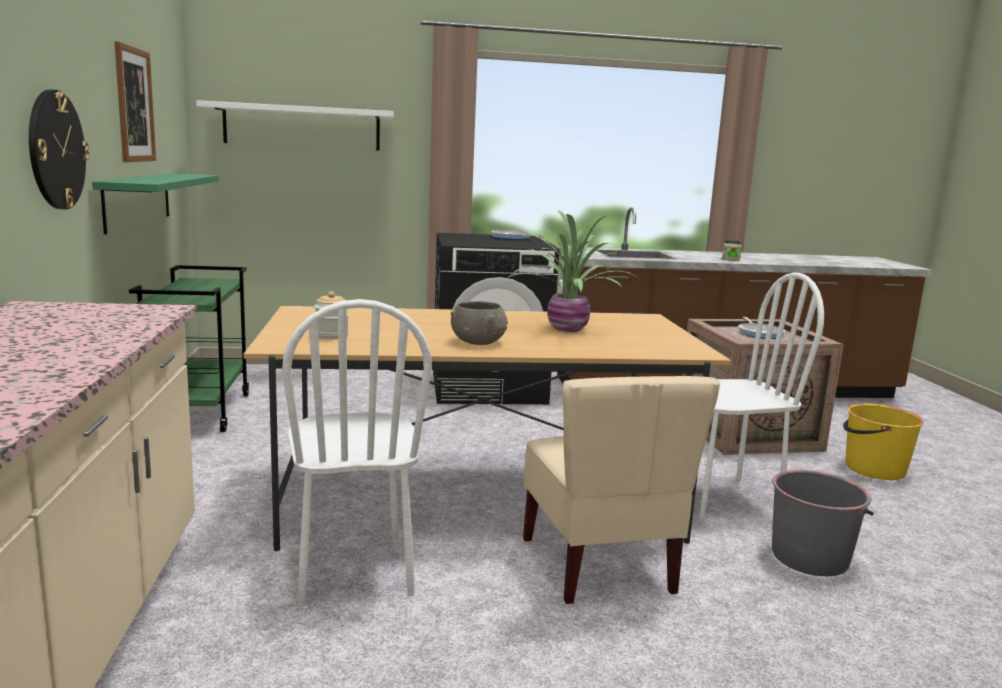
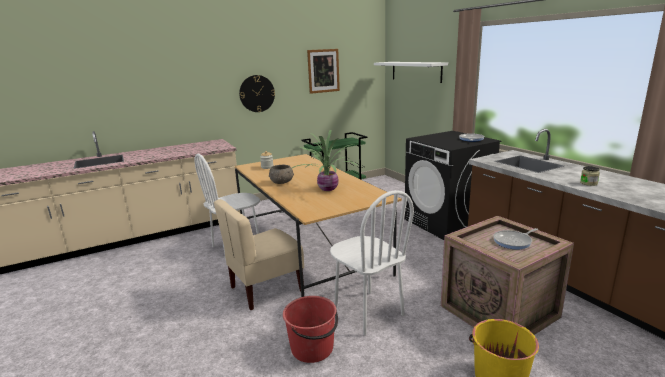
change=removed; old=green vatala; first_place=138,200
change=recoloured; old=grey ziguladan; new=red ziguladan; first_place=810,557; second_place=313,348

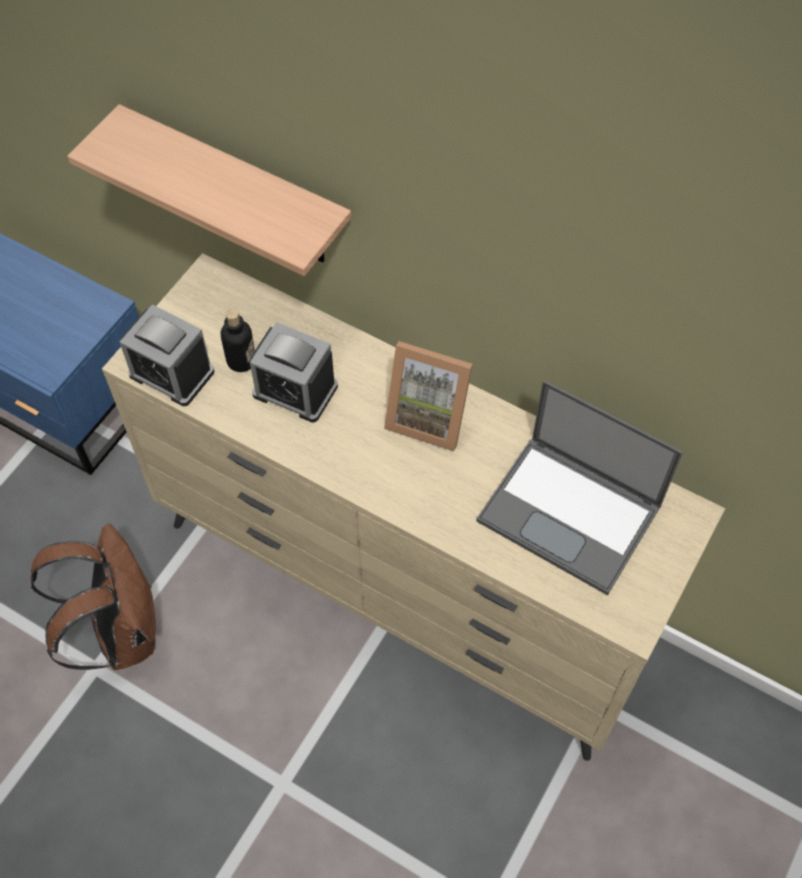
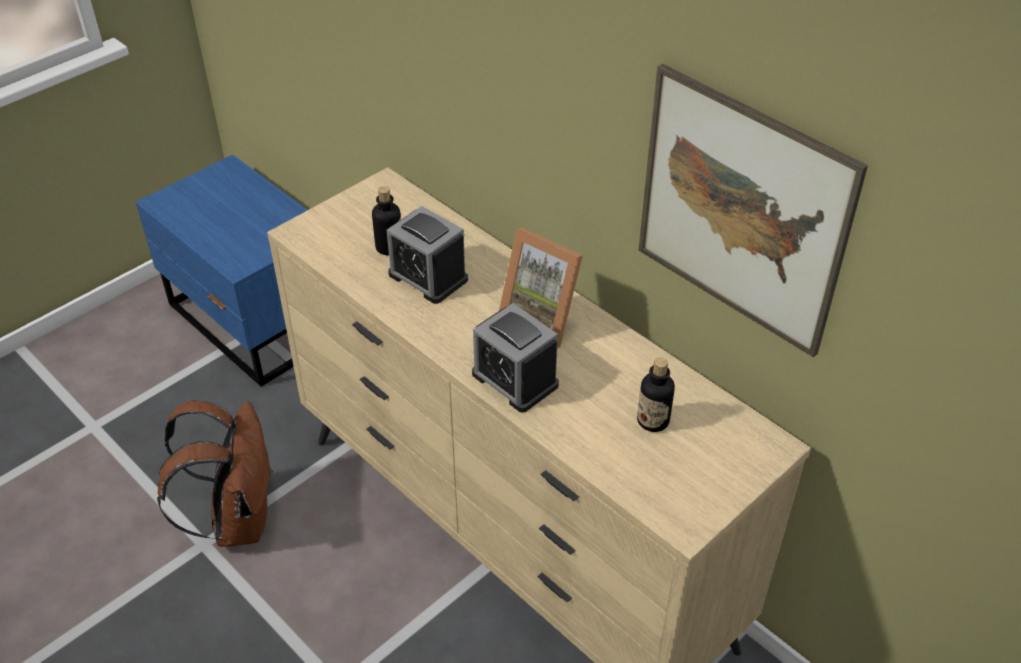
change=removed; old=vatala; first_place=237,189
change=added; new=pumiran; second_place=741,211
change=moved; old=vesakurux; first_place=171,373; second_place=515,379
change=replaced; old=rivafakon; new=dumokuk; first_place=571,514; second_place=653,421

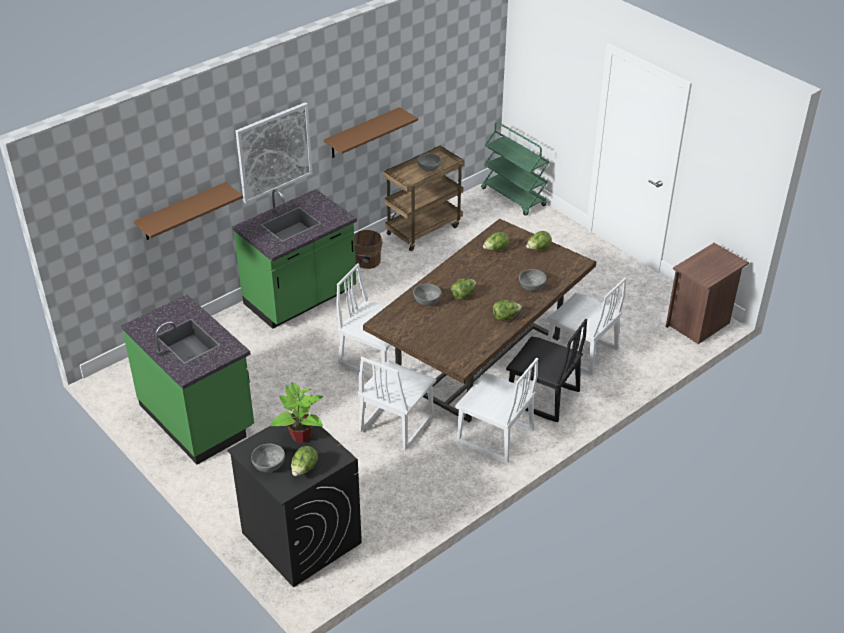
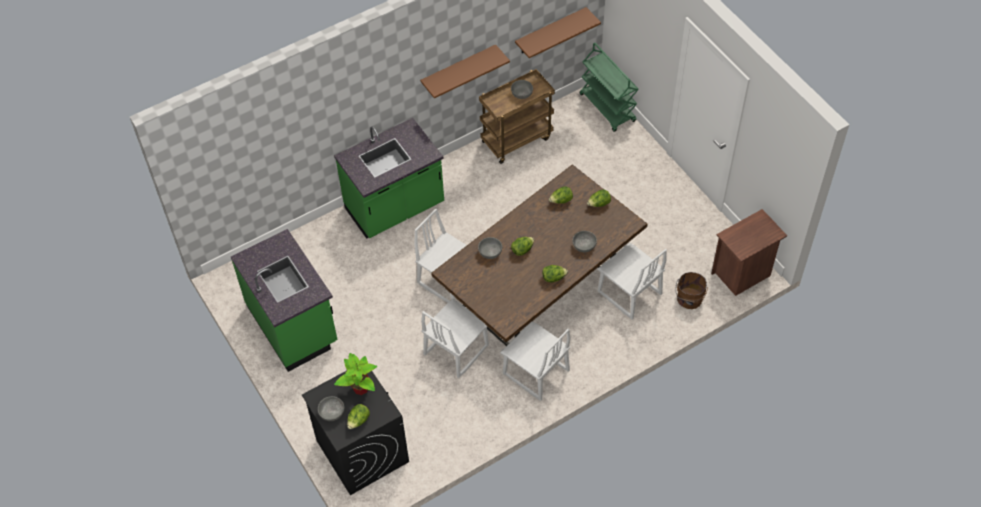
change=removed; old=pumiran; first_place=274,152
change=removed; old=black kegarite; first_place=542,398
change=moved; old=brown vatala; first_place=182,212; second_place=550,31
change=moved; old=brown ziguladan; first_place=367,261; second_place=689,299

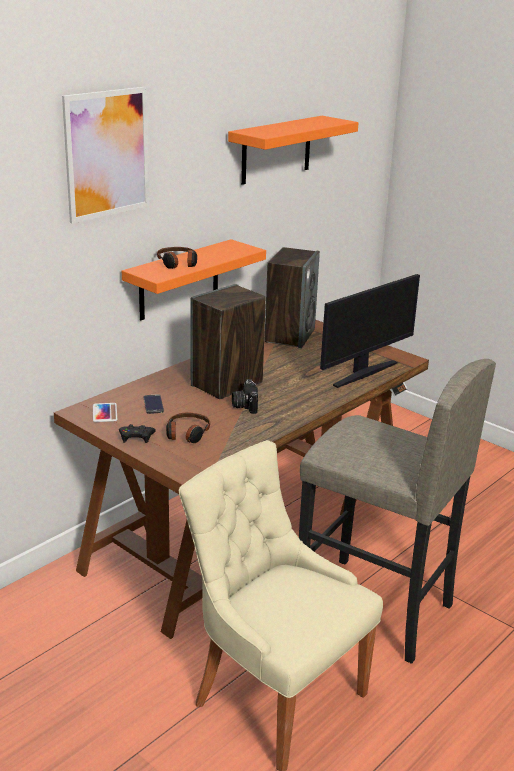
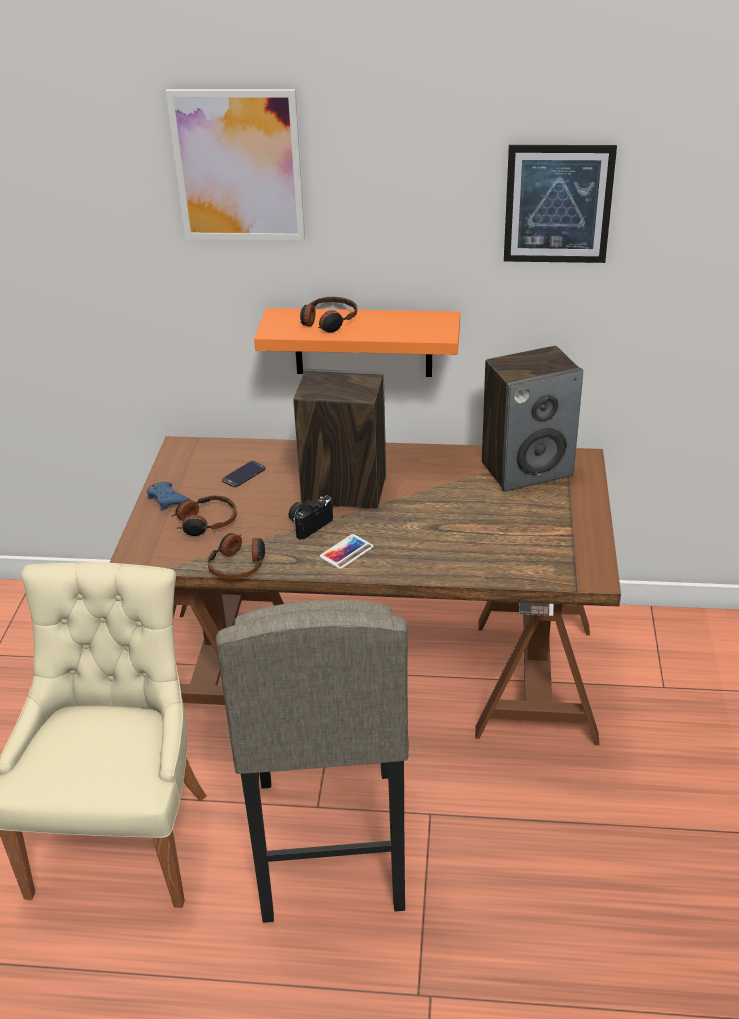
change=removed; old=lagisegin; first_place=363,373
change=added; new=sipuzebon; second_place=239,564
change=moved; old=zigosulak; first_place=104,413; second_place=346,552
change=replaced; old=orange vatala; new=pumiran; first_place=276,150; second_place=558,204
change=recoloured; old=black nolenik; new=blue nolenik; first_place=136,437; second_place=167,499

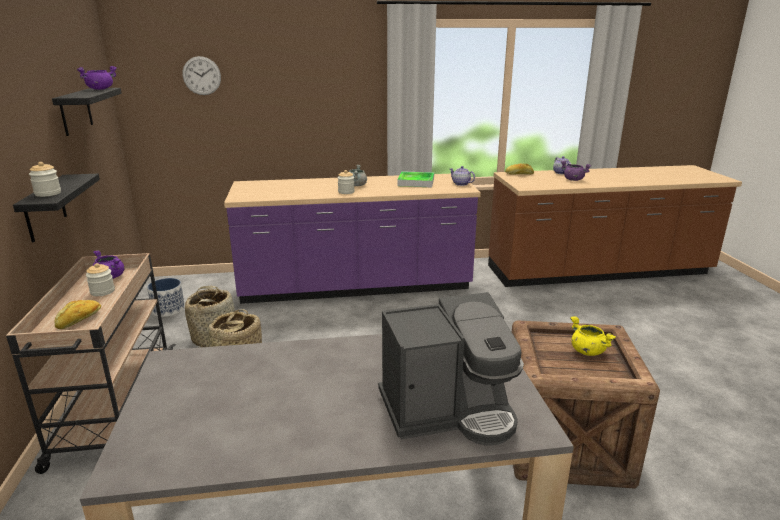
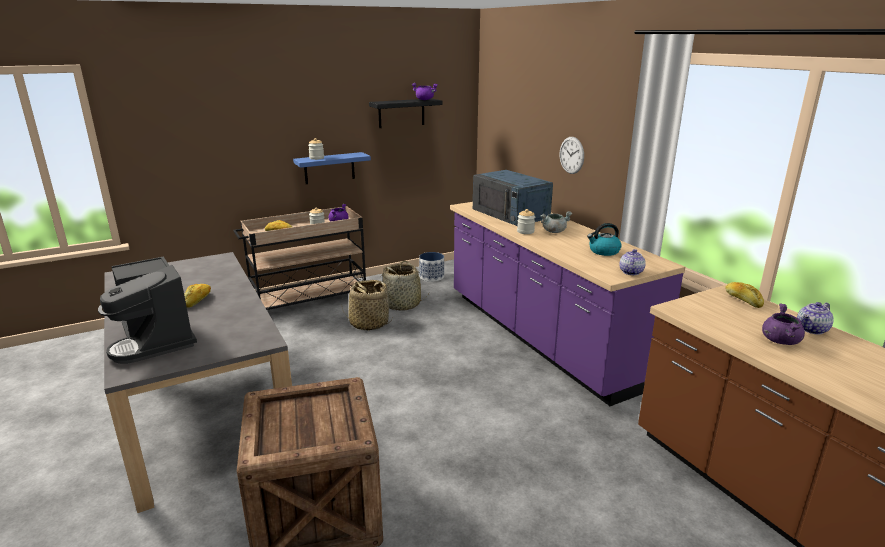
change=removed; old=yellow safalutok; first_place=587,351
change=added; new=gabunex; second_place=198,300
change=added; new=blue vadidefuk; second_place=511,213
change=moved; old=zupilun; first_place=201,76; second_place=571,155
change=replaced; old=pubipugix; new=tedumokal; first_place=416,182; second_place=603,251
change=recoloured; old=black vatala; new=blue vatala; first_place=44,208; second_place=329,168

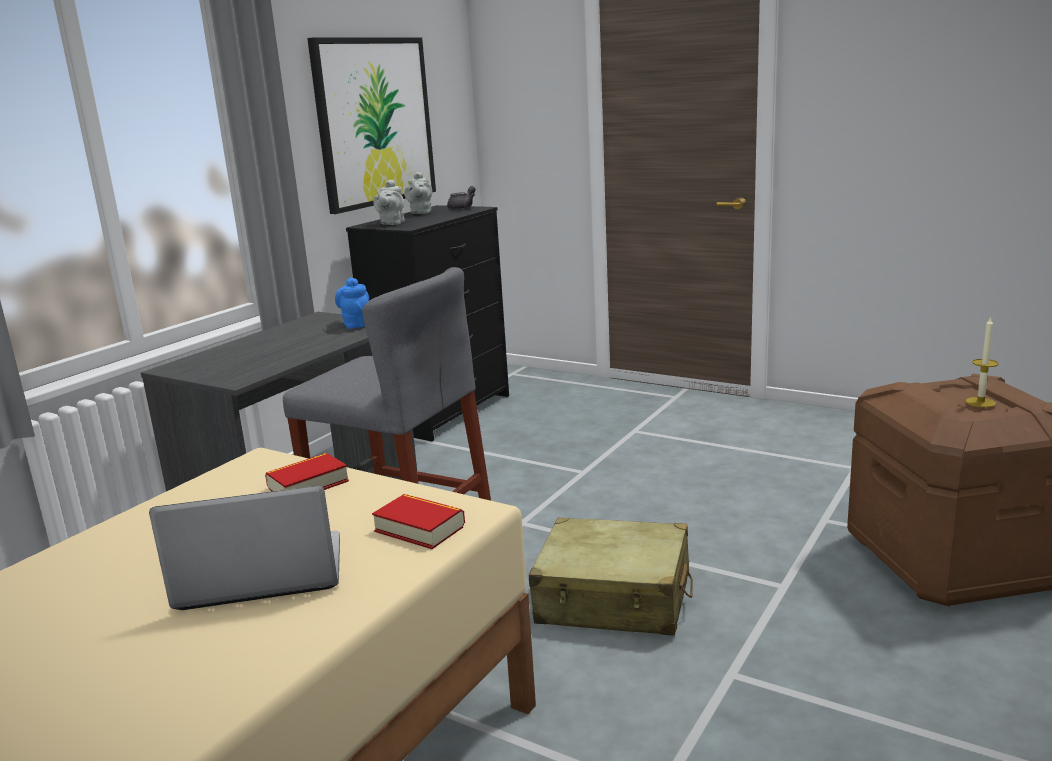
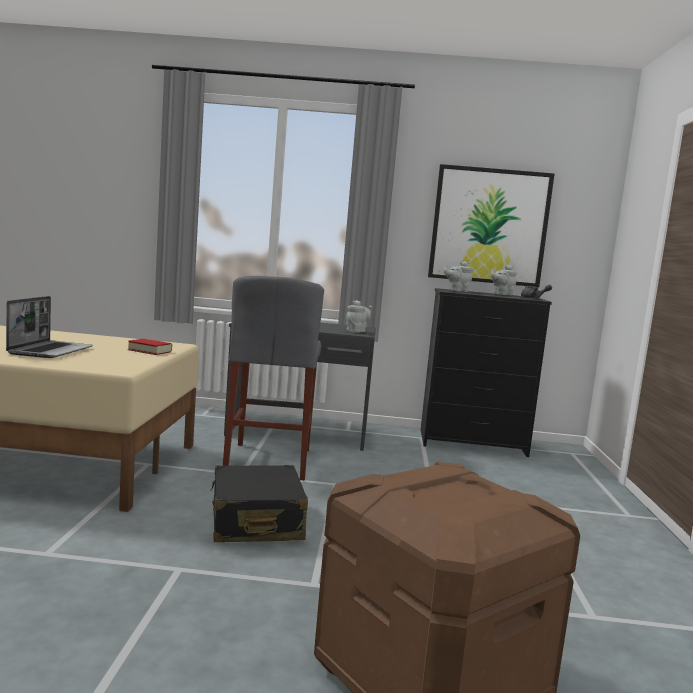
change=removed; old=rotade; first_place=419,528
change=removed; old=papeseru; first_place=980,402
change=recoloured; old=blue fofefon; new=grey fofefon; first_place=356,324; second_place=357,331
change=recoloured; old=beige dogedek; new=black dogedek; first_place=614,598; second_place=256,522
change=turned; old=rivafakon; first_place=258,576; second_place=51,351; degrees=45

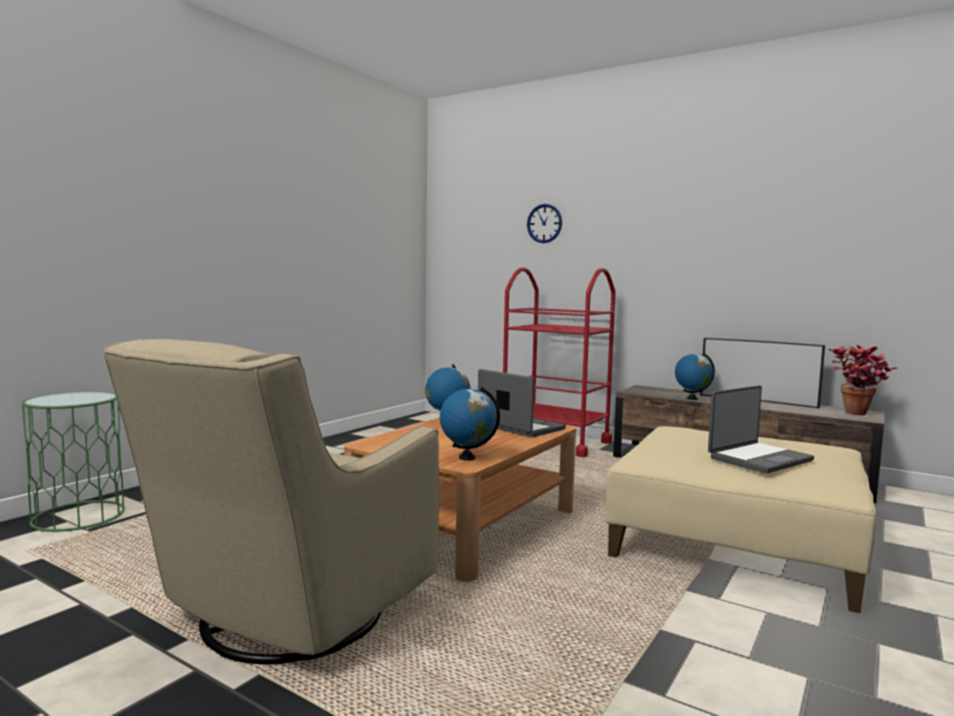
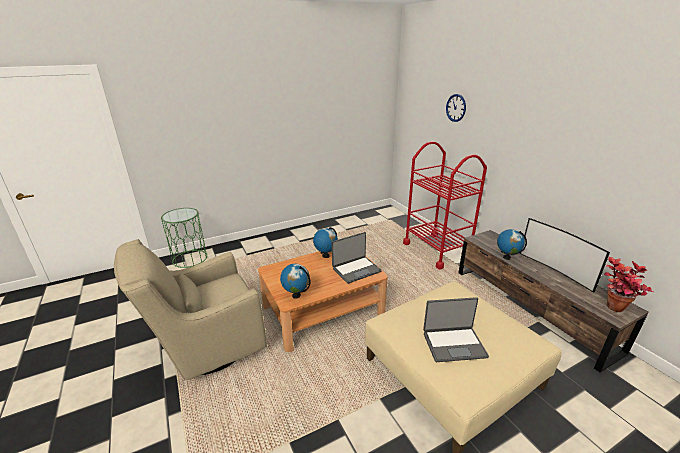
change=turned; old=rivafakon; first_place=519,427; second_place=356,270; degrees=75

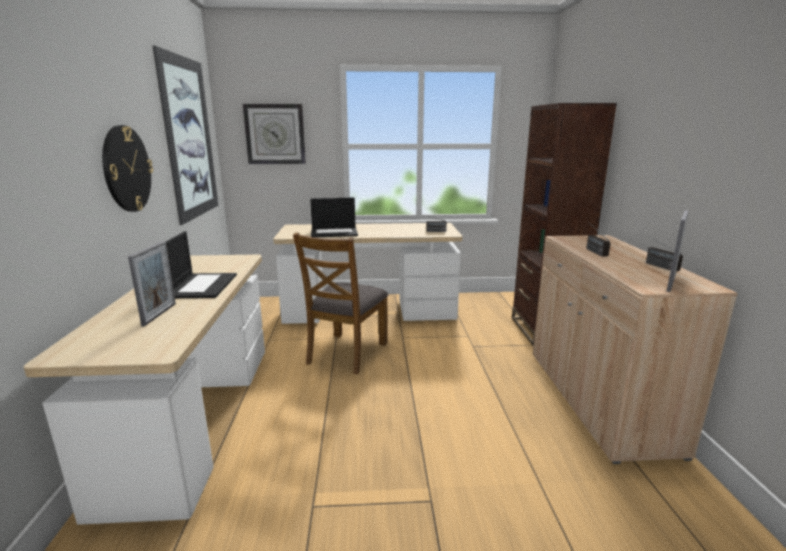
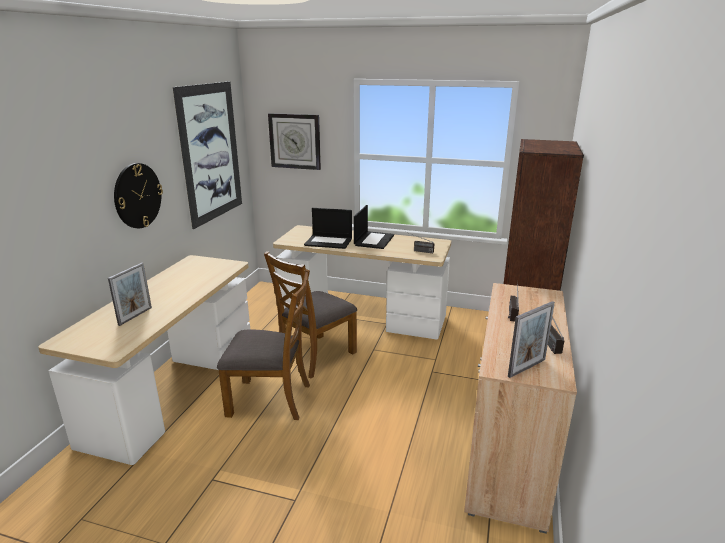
change=added; new=brown kegarite; second_place=270,399
change=moved; old=rivafakon; first_place=201,285; second_place=374,240

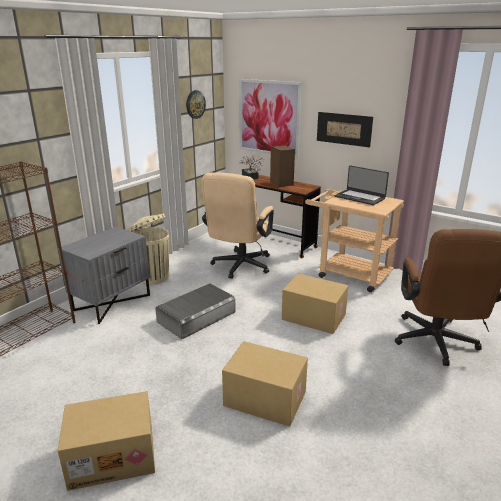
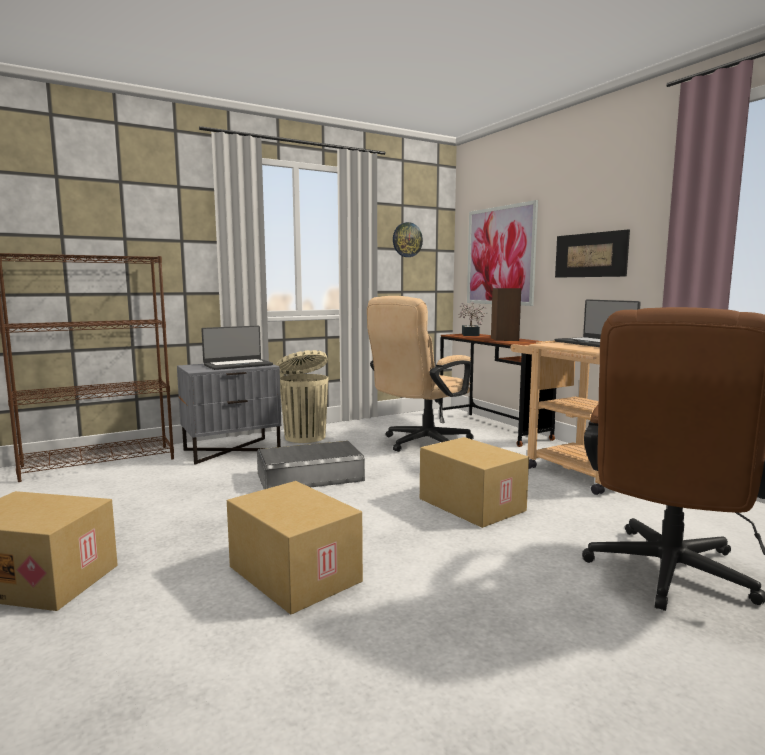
change=added; new=rivafakon; second_place=237,365

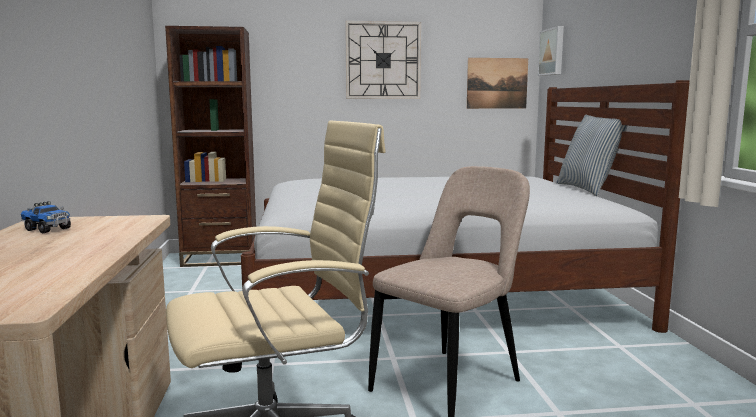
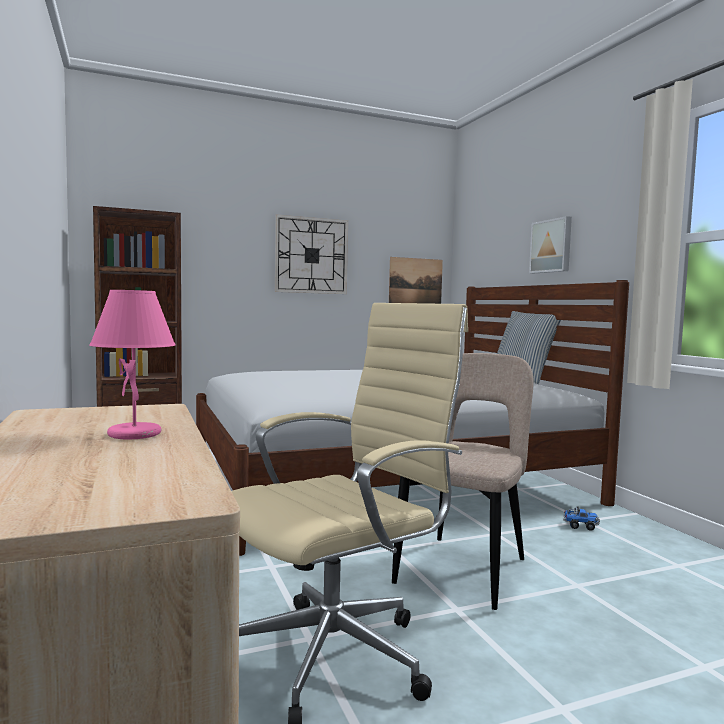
change=added; new=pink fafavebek; second_place=136,434
change=moved; old=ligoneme; first_place=47,229; second_place=580,526
change=moved; old=pumiran; first_place=552,52; second_place=552,246

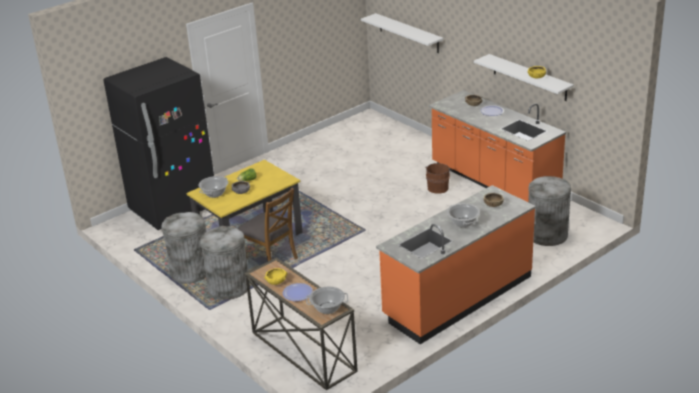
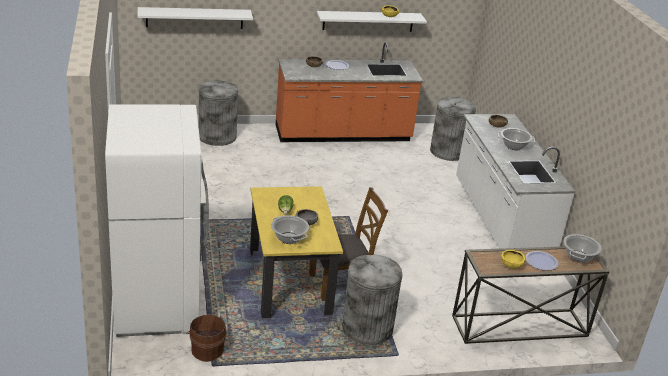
change=moved; old=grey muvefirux; first_place=190,271; second_place=217,137
change=moved; old=brown ziguladan; first_place=438,187; second_place=206,350
change=recoloured; old=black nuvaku; new=white nuvaku; first_place=173,209; second_place=156,305
change=recoloured; old=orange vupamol; new=white vupamol; first_place=457,296; second_place=499,221

